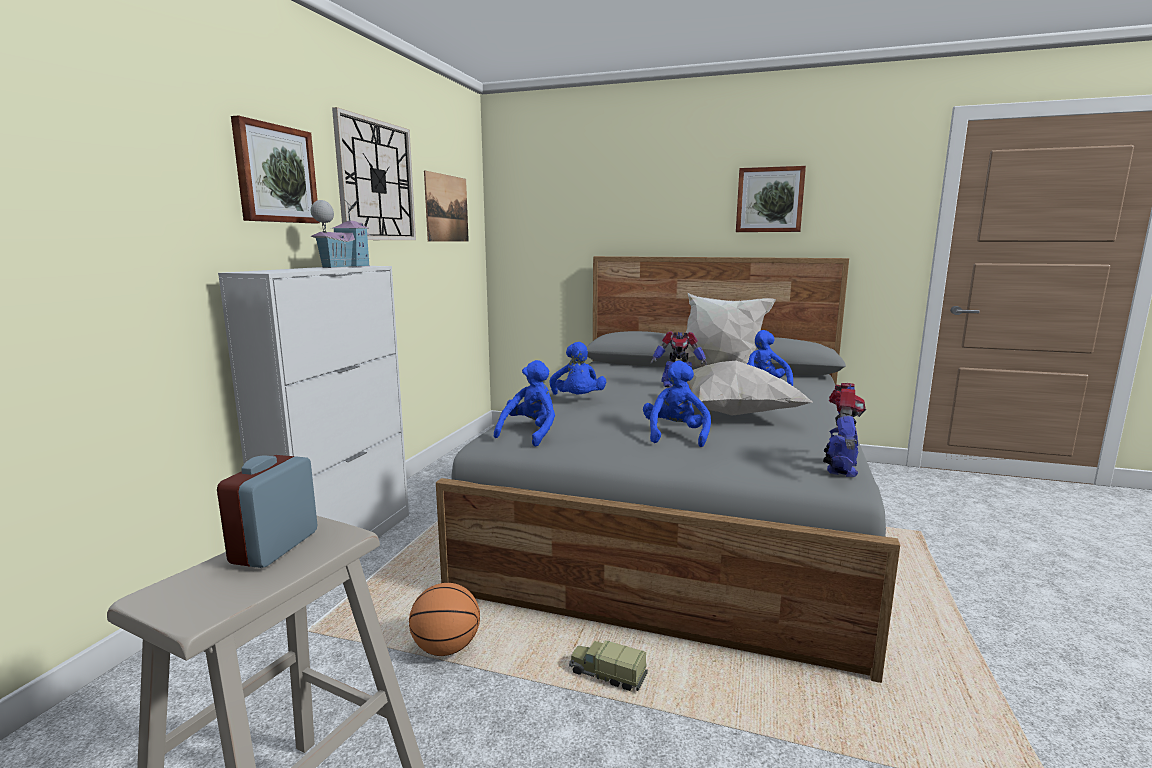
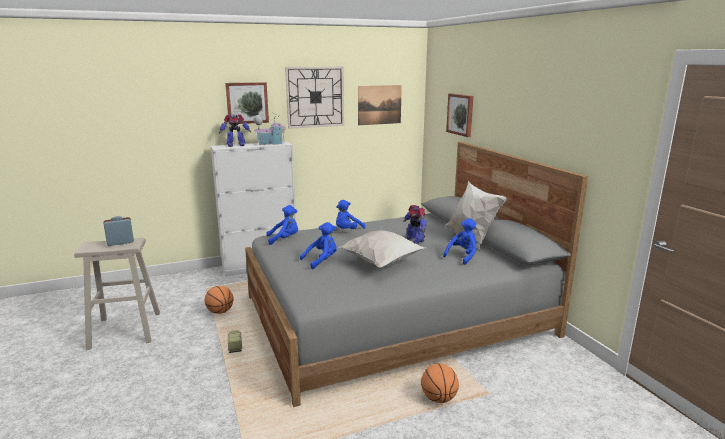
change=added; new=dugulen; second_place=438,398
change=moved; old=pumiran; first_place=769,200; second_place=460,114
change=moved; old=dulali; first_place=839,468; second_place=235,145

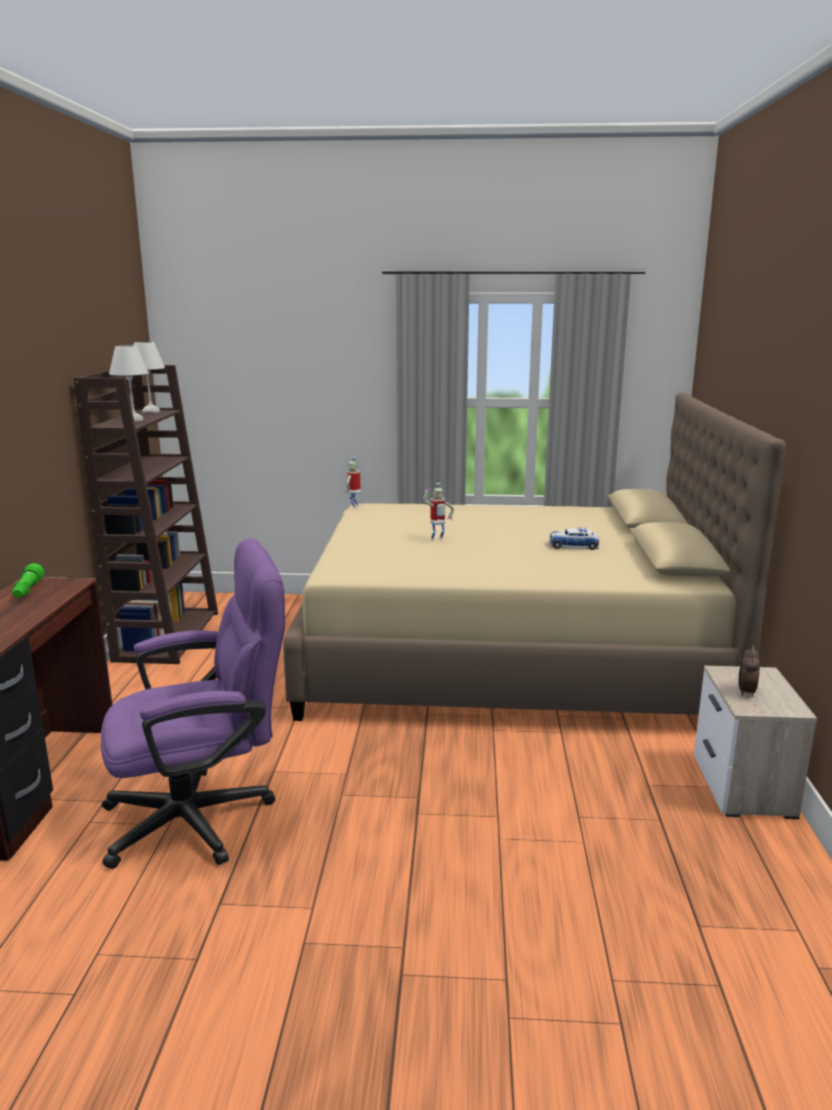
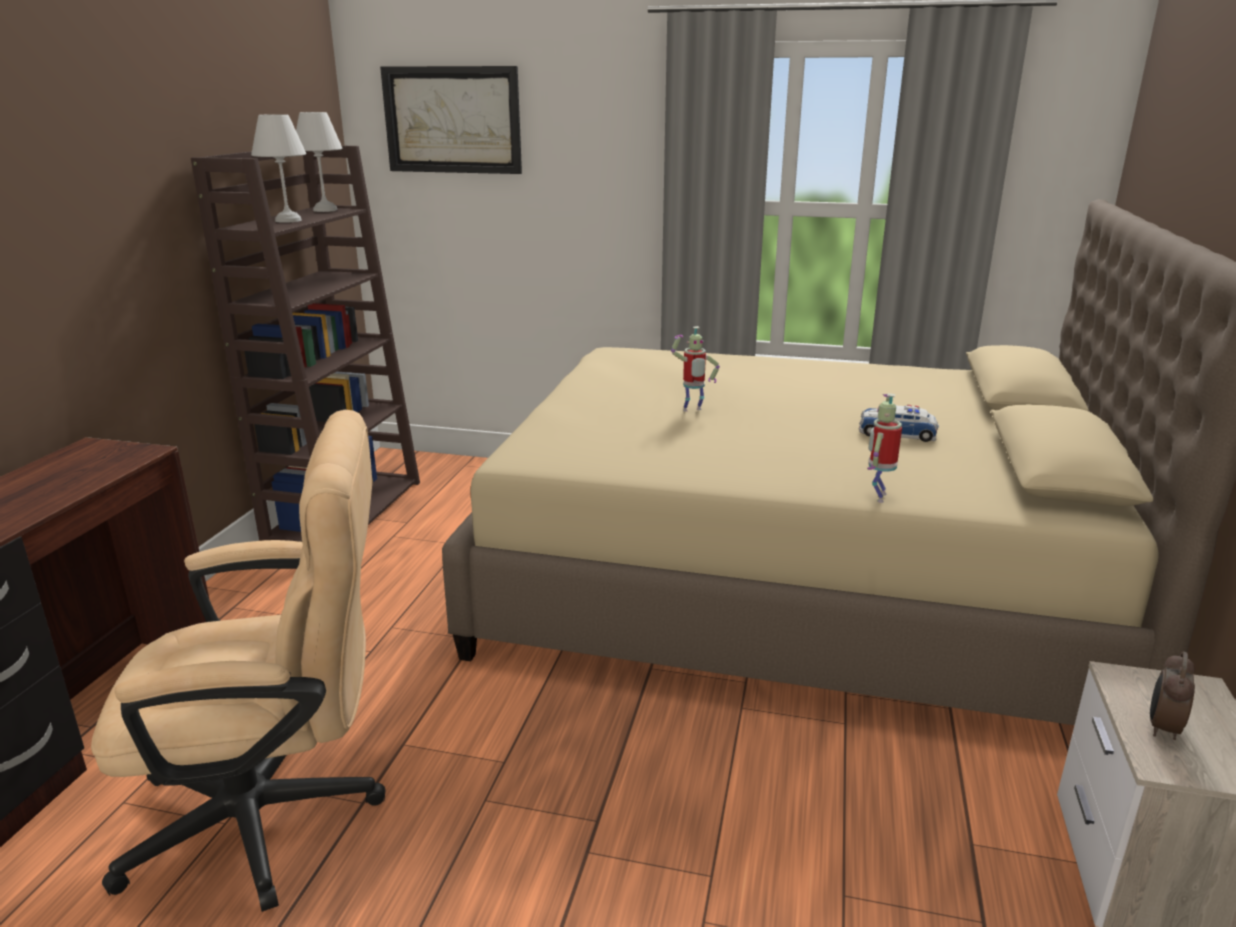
change=removed; old=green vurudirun; first_place=27,591
change=added; new=pumiran; second_place=452,120
change=moved; old=dulali; first_place=354,507; second_place=877,496
change=recoloured; old=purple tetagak; new=beige tetagak; first_place=204,816; second_place=278,815

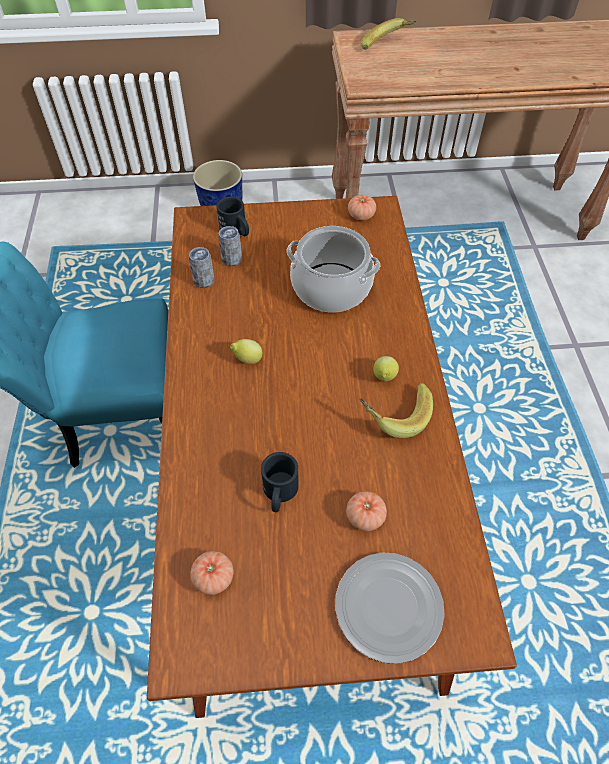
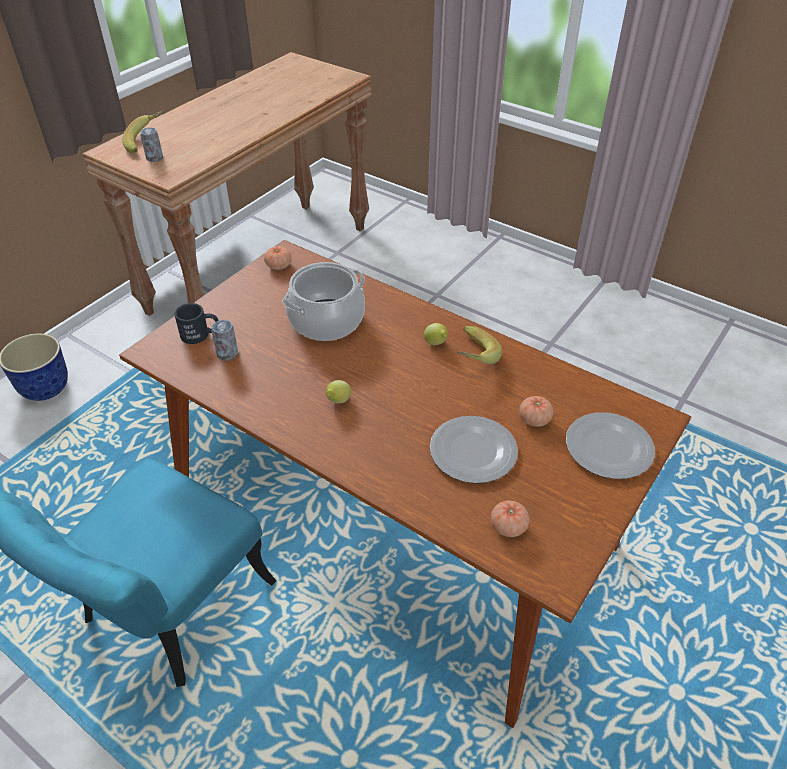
change=moved; old=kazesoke; first_place=204,281; second_place=154,158
change=replaced; old=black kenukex; new=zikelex; first_place=279,493; second_place=474,451

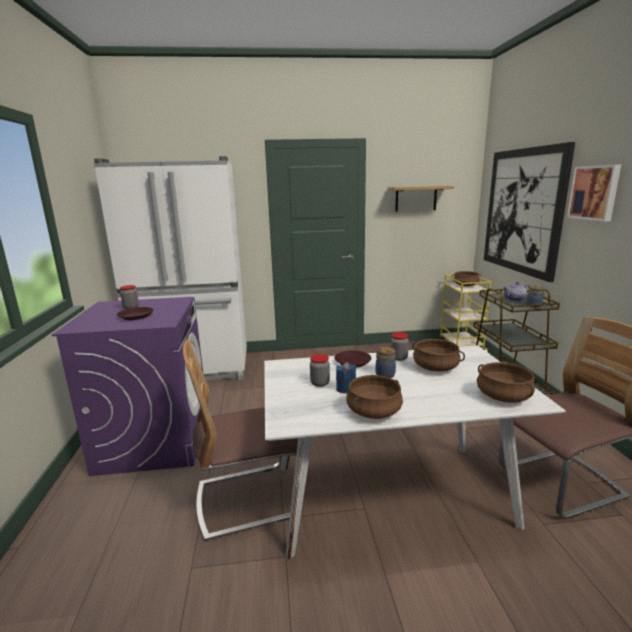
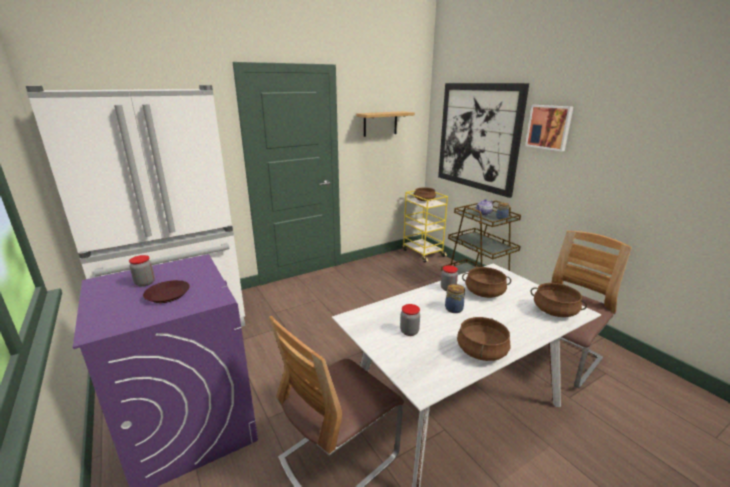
change=removed; old=brown zikelex; first_place=352,362
change=removed; old=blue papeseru; first_place=346,389

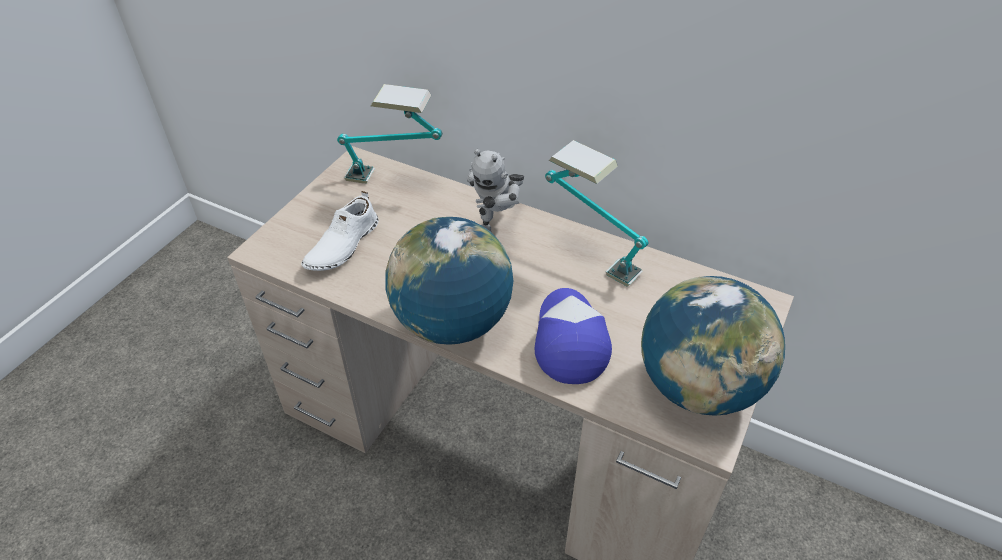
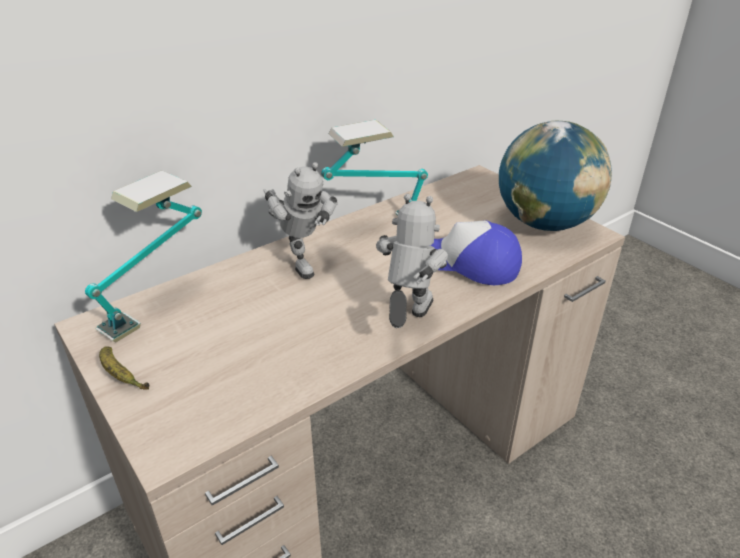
change=removed; old=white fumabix; first_place=342,245
change=added; new=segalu; second_place=121,375
change=replaced; old=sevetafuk; new=dulali; first_place=452,323; second_place=407,321

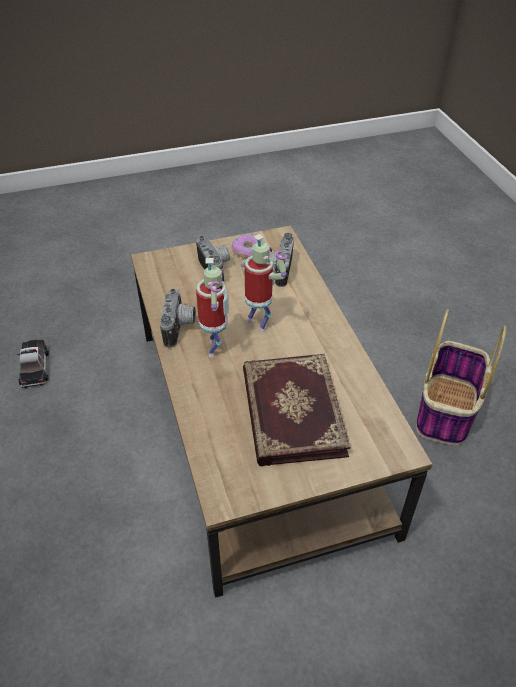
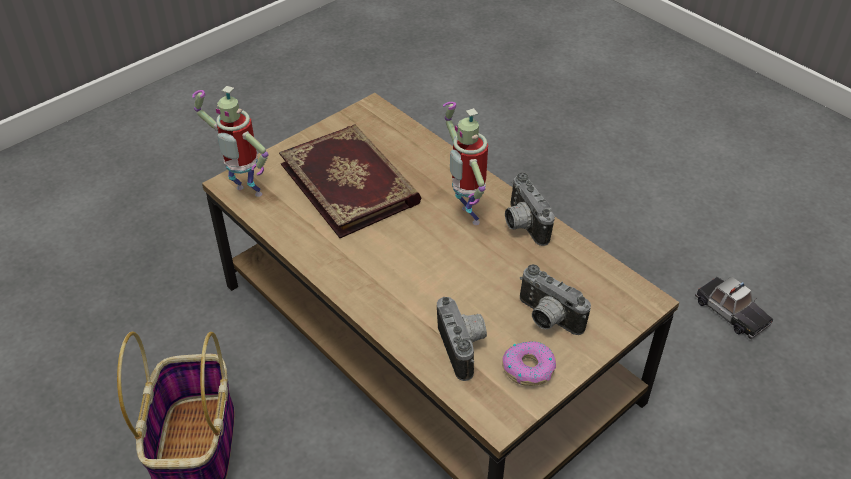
change=moved; old=dulali; first_place=259,324; second_place=245,193

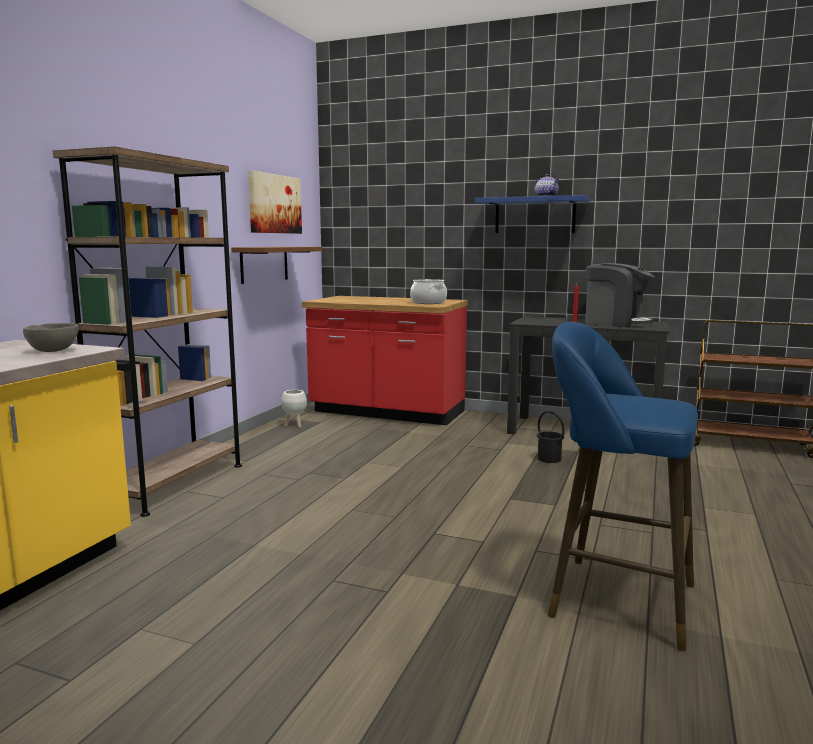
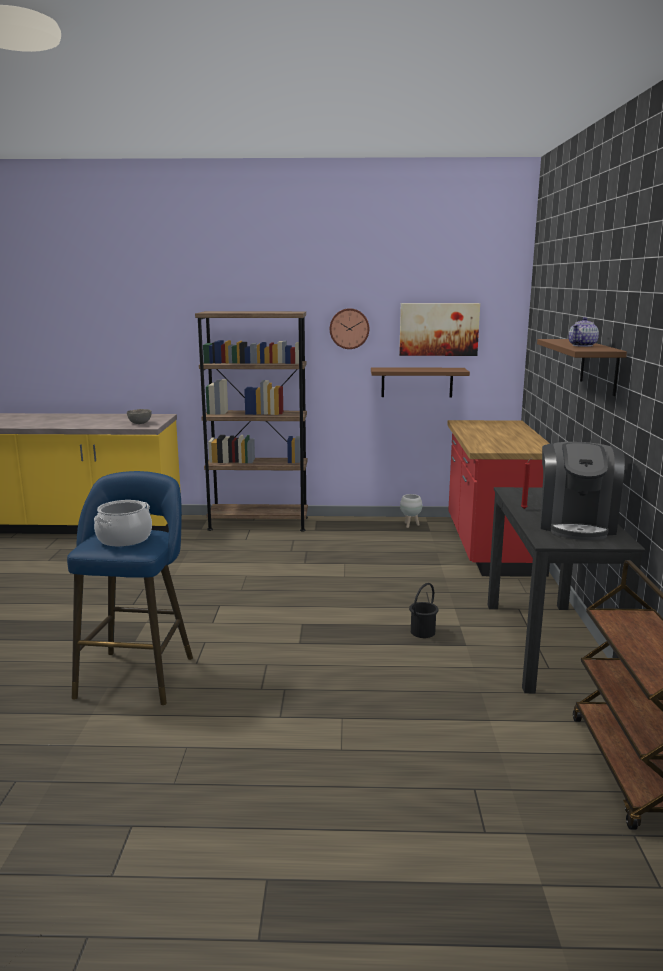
change=added; new=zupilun; second_place=349,328
change=moved; old=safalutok; first_place=428,302; second_place=124,538
change=recoloured; old=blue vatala; new=brown vatala; first_place=535,216; second_place=599,366

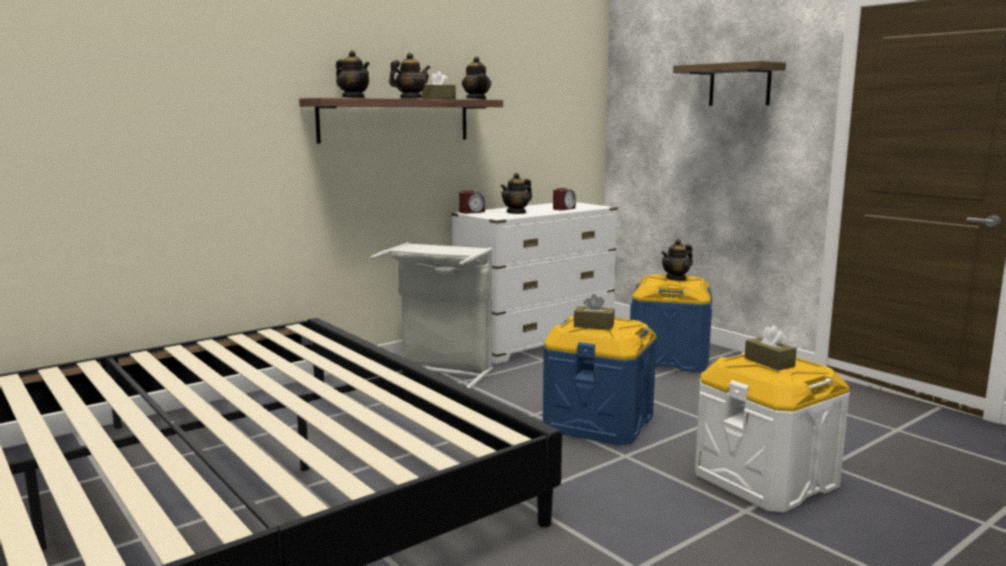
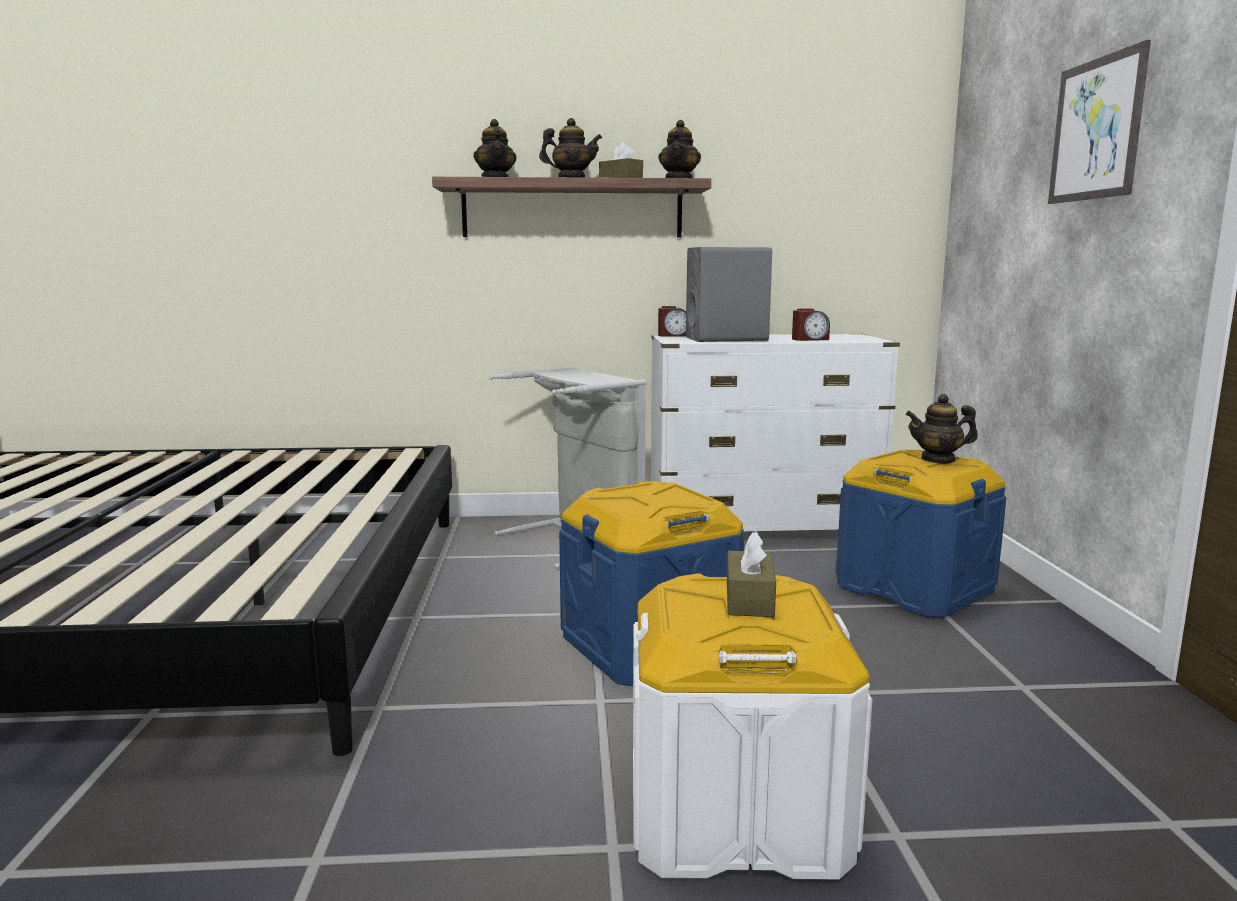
change=removed; old=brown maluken; first_place=593,325
change=replaced; old=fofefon; new=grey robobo; first_place=516,212; second_place=727,339
change=replaced; old=vatala; new=pumiran; first_place=739,85; second_place=1096,129

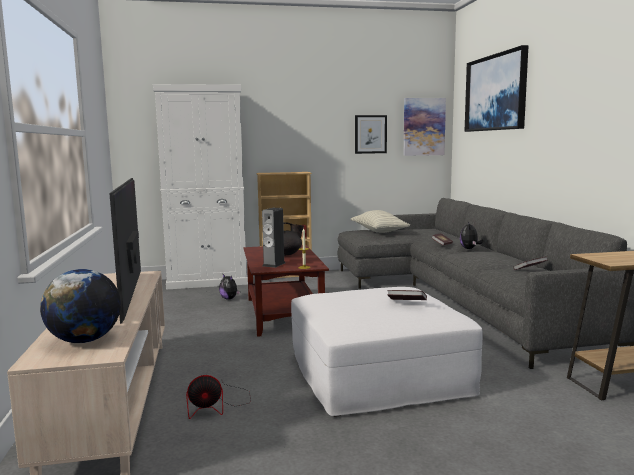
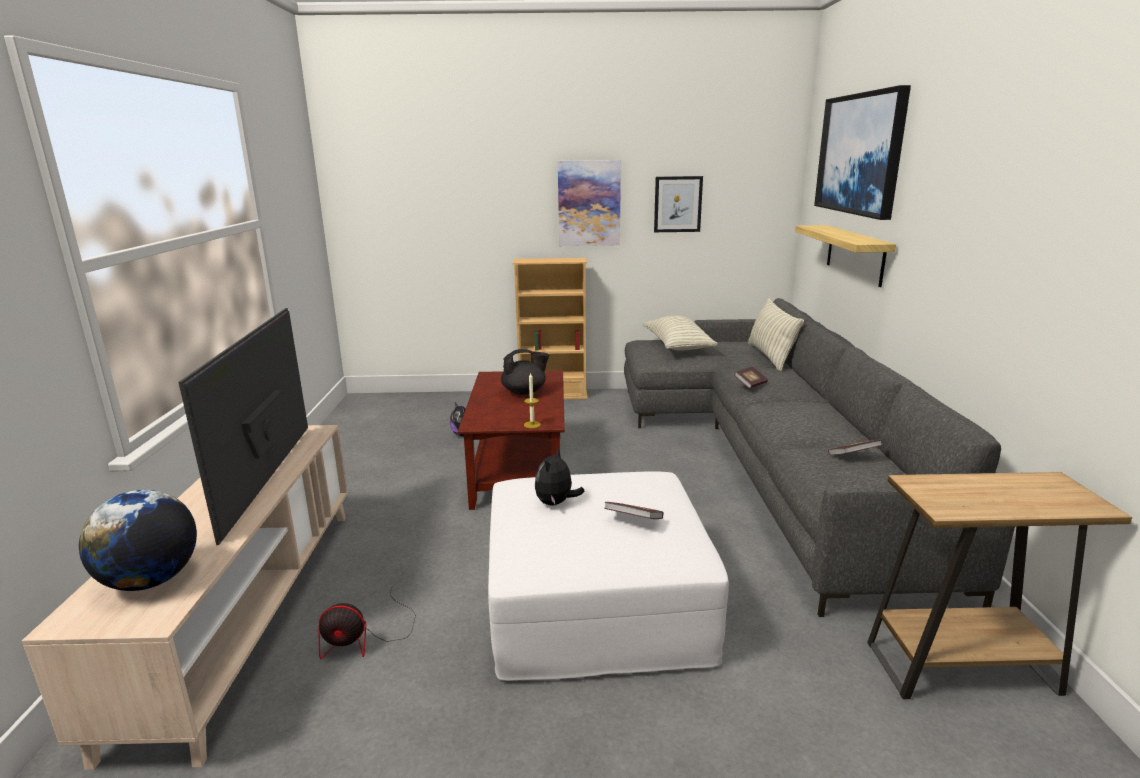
change=removed; old=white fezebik; first_place=208,282
change=removed; old=robobo; first_place=274,264
change=added; new=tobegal; second_place=770,357
change=added; new=vatala; second_place=855,254
change=moved; old=pumiran; first_place=423,127; second_place=589,203
change=moved; old=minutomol; first_place=469,249; second_place=556,503

